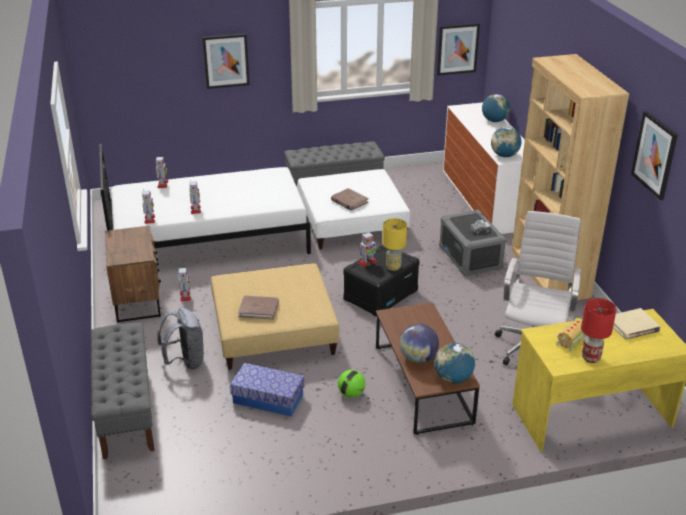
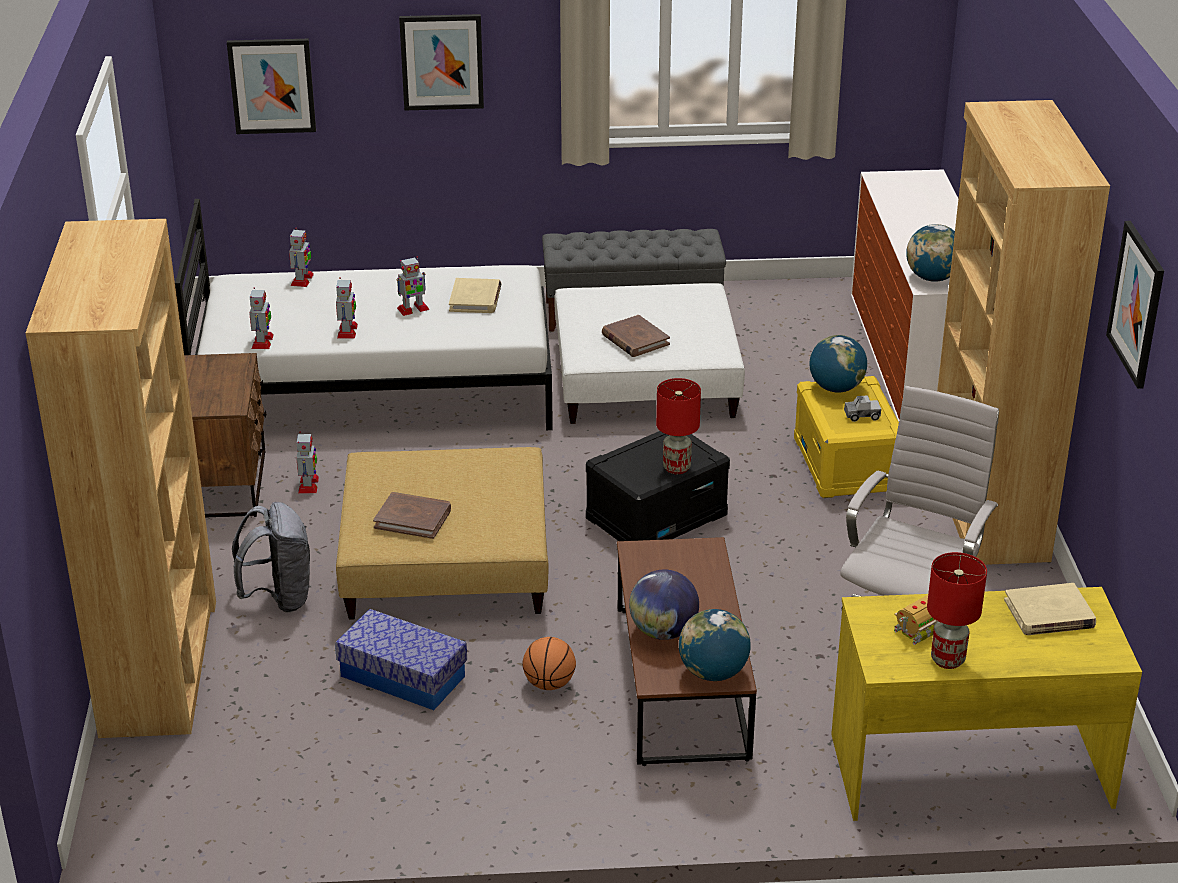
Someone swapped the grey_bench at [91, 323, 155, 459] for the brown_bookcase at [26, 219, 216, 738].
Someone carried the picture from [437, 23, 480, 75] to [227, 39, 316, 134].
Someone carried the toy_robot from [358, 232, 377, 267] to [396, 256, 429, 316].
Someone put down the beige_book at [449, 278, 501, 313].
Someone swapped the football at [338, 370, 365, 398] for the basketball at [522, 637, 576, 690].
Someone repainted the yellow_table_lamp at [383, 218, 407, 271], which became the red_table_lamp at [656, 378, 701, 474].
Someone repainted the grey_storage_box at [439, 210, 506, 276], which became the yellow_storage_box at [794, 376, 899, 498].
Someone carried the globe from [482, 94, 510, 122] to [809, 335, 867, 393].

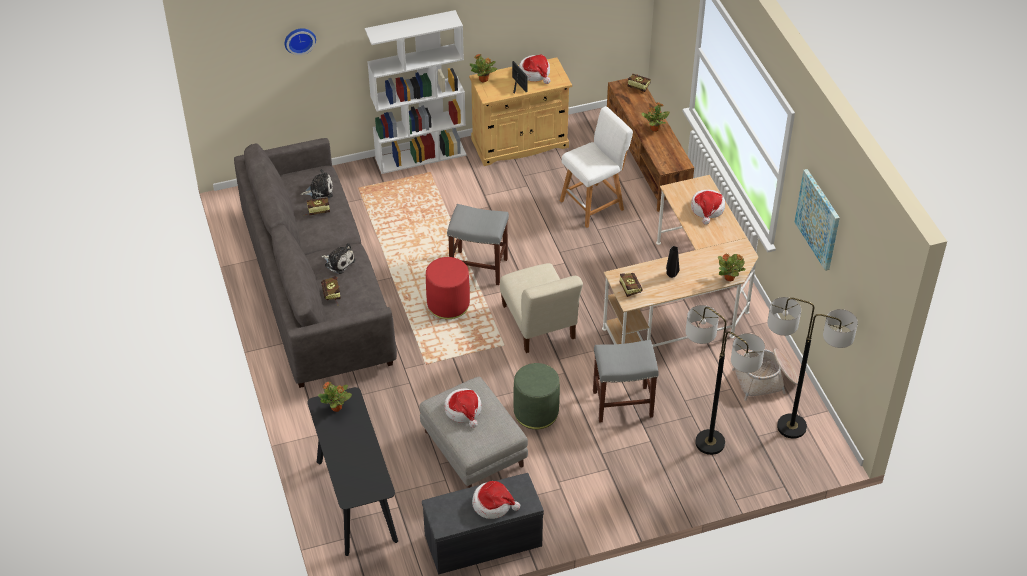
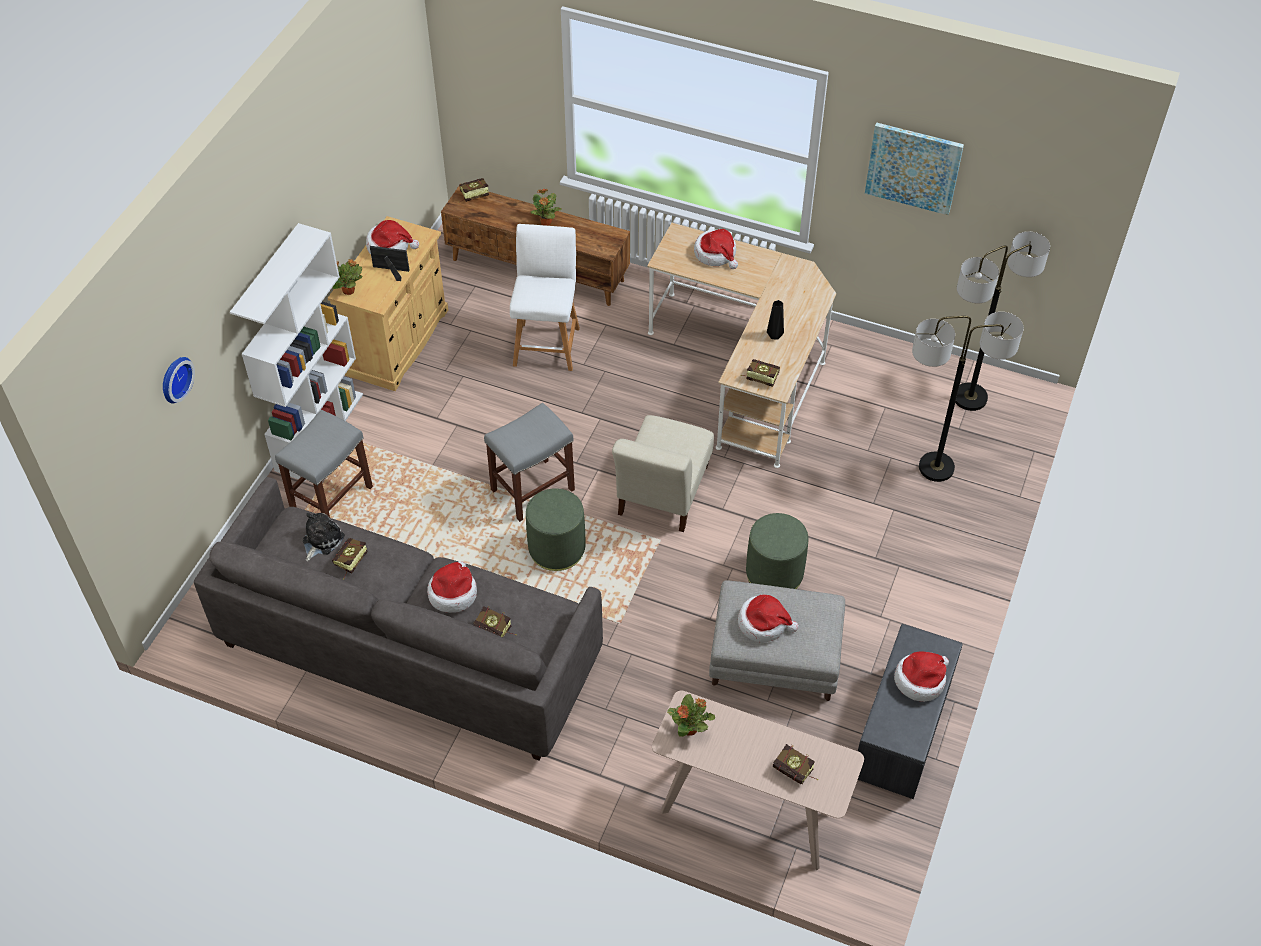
Someone carried the grey_stool from [593, 340, 659, 423] to [275, 410, 373, 518].
Someone swapped the plush_toy at [321, 243, 355, 274] for the hat at [427, 561, 477, 613].
Someone repainted the red_ottoman at [426, 257, 470, 319], which became the green_ottoman at [526, 488, 585, 571].
Someone rotated the beige_chair at [500, 263, 583, 353] by 90 degrees clockwise.
Someone repainted the black_console_table at [307, 387, 398, 556], which became the beige_console_table at [652, 691, 864, 870].
Someone put down the book at [773, 744, 818, 784].
Someone took away the potted_plant at [717, 253, 746, 281].
Someone took away the basket at [732, 348, 798, 401].

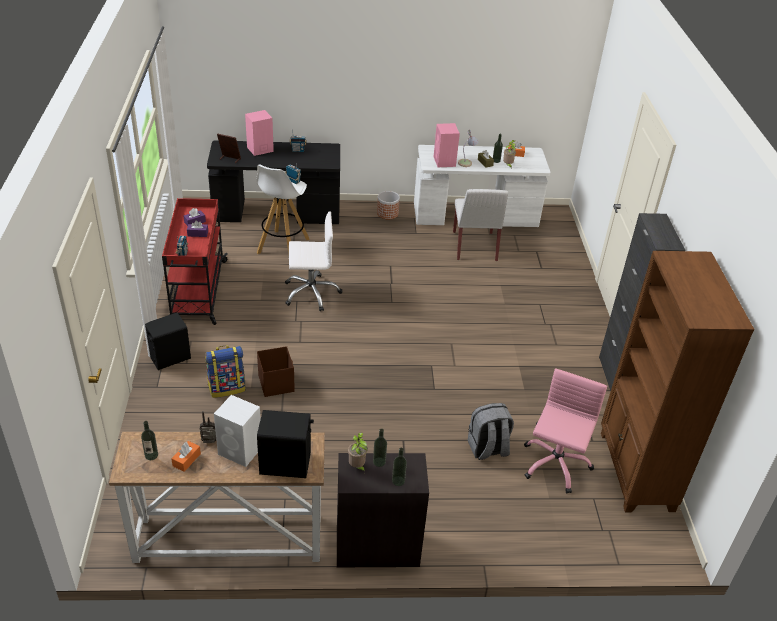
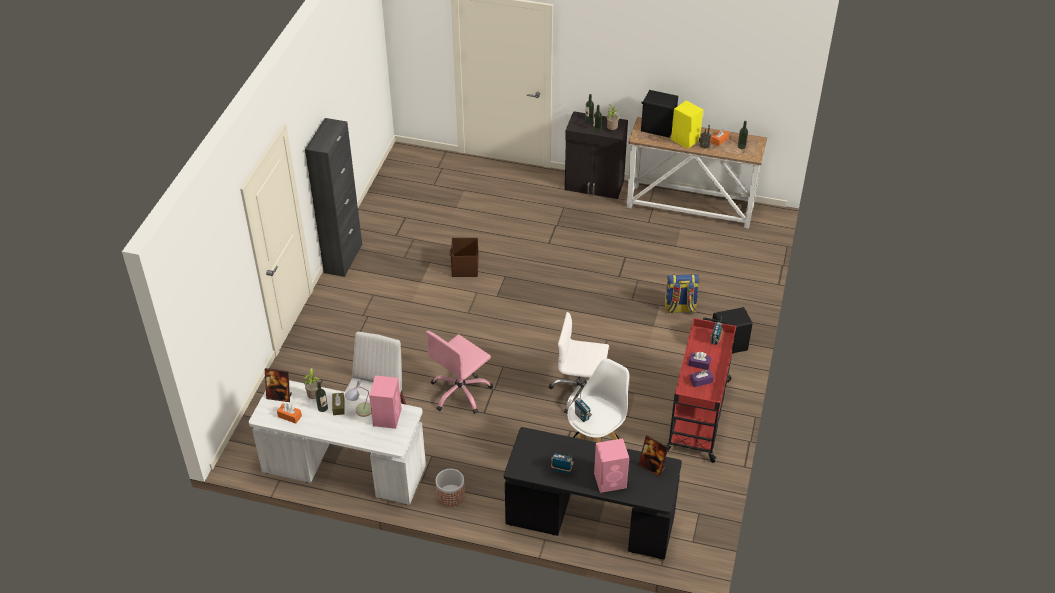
Someone put down the picture_frame at [265, 368, 292, 402].
Someone carried the pink_office_chair from [524, 368, 607, 493] to [426, 331, 493, 414].
Someone carried the brown_storage_box from [257, 346, 295, 397] to [450, 238, 478, 277].
Someone repainted the white_speaker at [214, 395, 261, 467], which became the yellow_speaker at [671, 101, 703, 149].
Someone took away the grey_backpack at [468, 403, 514, 460].
Someone took away the brown_bookcase at [601, 251, 755, 512].

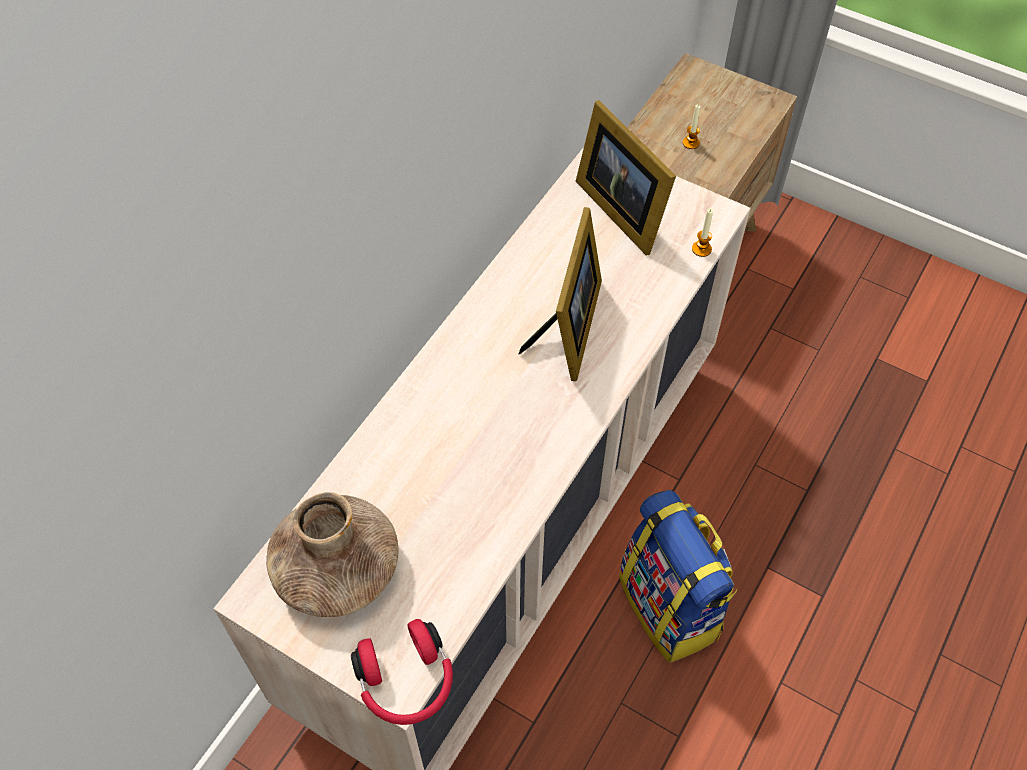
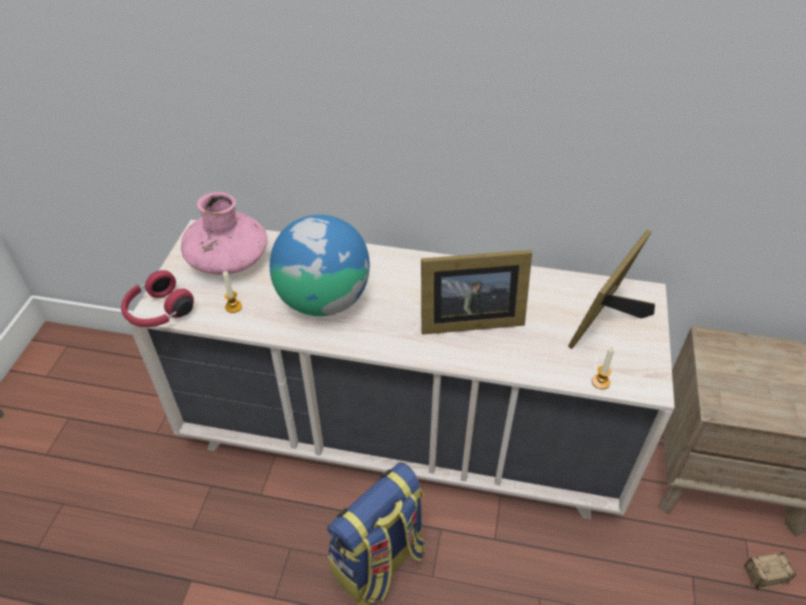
Someone repainted the brown_vase at [266, 492, 399, 617], which became the pink_vase at [181, 192, 268, 275].
Someone carried the candle from [683, 105, 700, 149] to [223, 271, 242, 313].
Someone put down the globe at [270, 215, 370, 316].
Someone put down the storage_box at [744, 551, 796, 590].

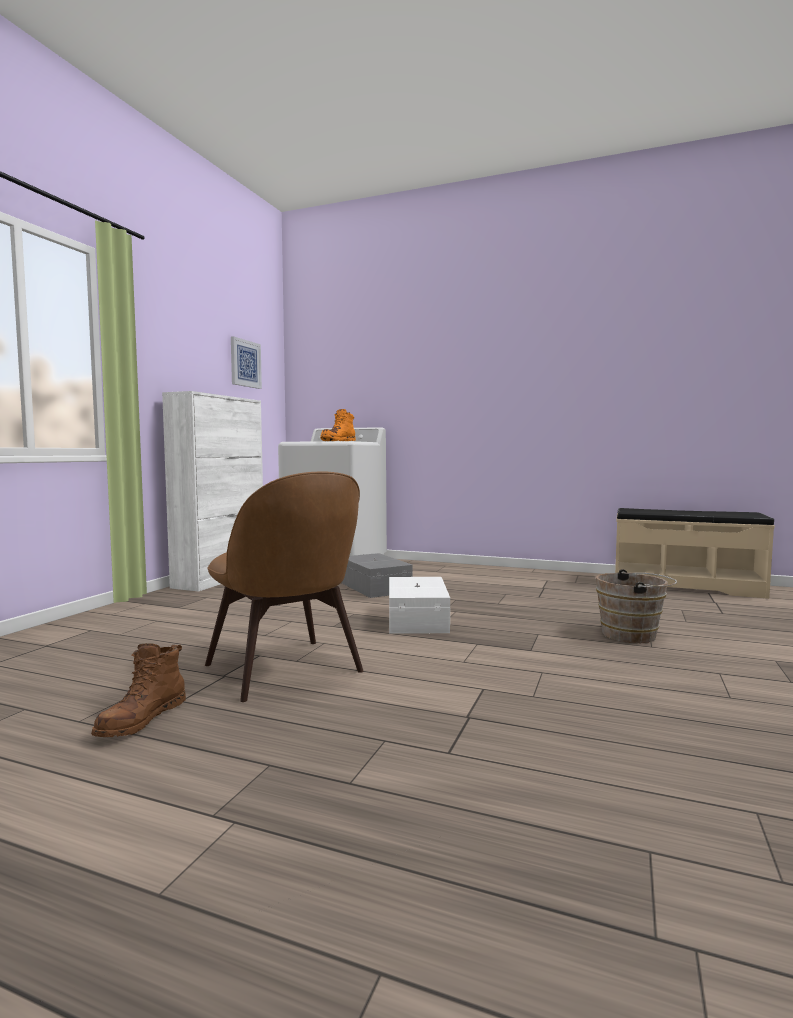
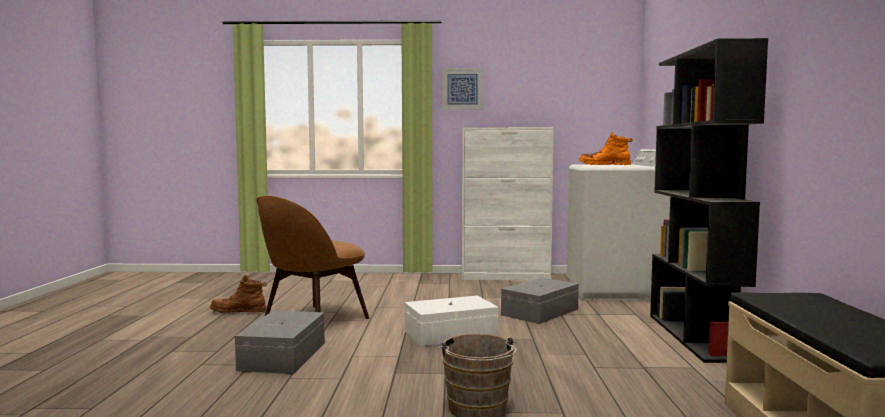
Someone put down the grey_storage_box at [235, 311, 325, 374].
Someone carried the picture from [231, 336, 262, 389] to [442, 68, 483, 110].
Someone put down the black_bookcase at [650, 38, 768, 363].

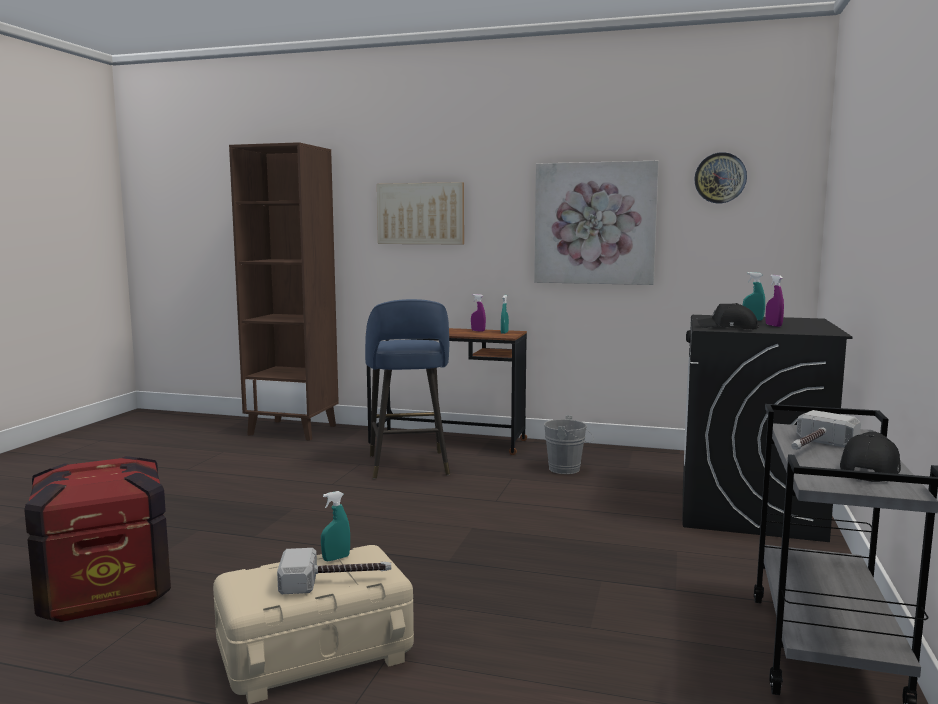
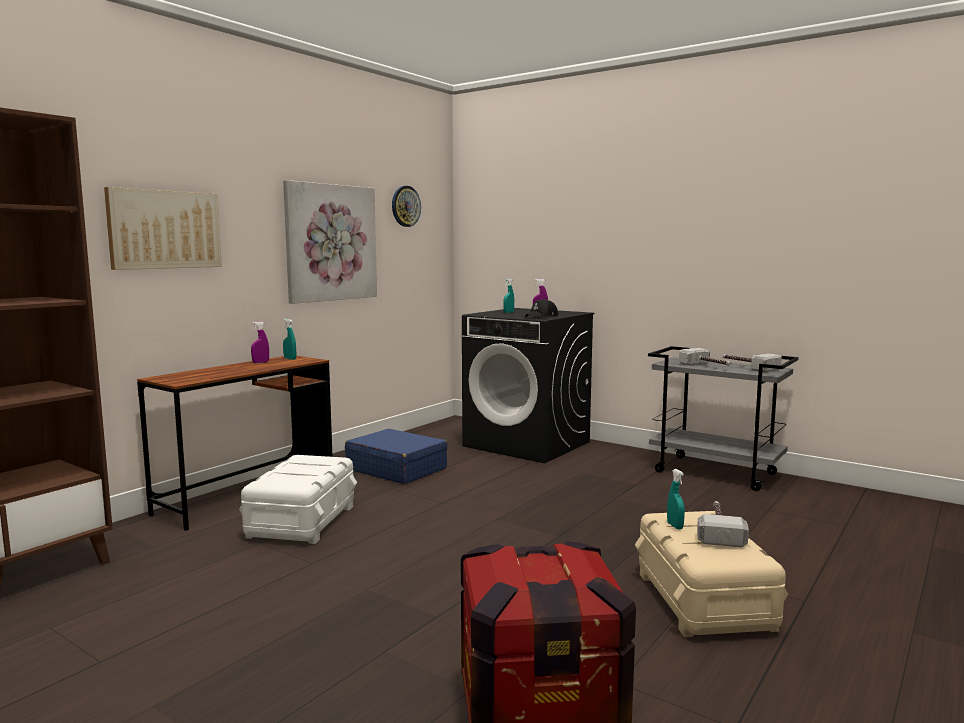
Someone swapped the blue_stool at [365, 299, 450, 479] for the white_storage_box at [239, 455, 357, 544].
Someone swapped the grey_bucket at [544, 415, 594, 474] for the blue_suitcase at [345, 429, 448, 484].
Someone swapped the black_cap at [840, 431, 901, 482] for the hammer at [723, 353, 782, 372].

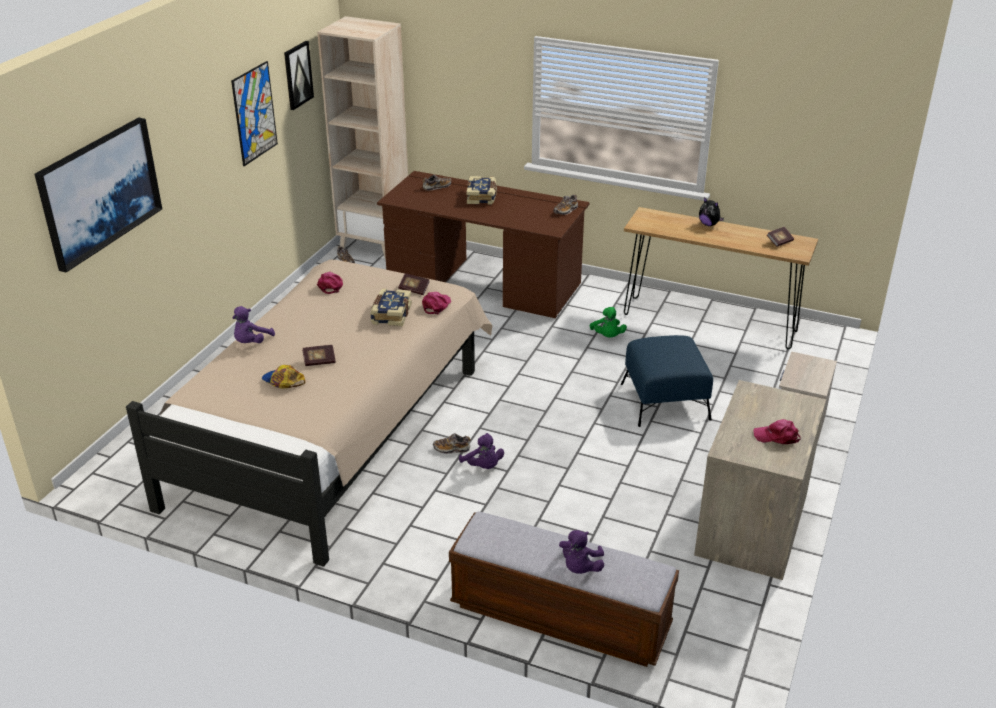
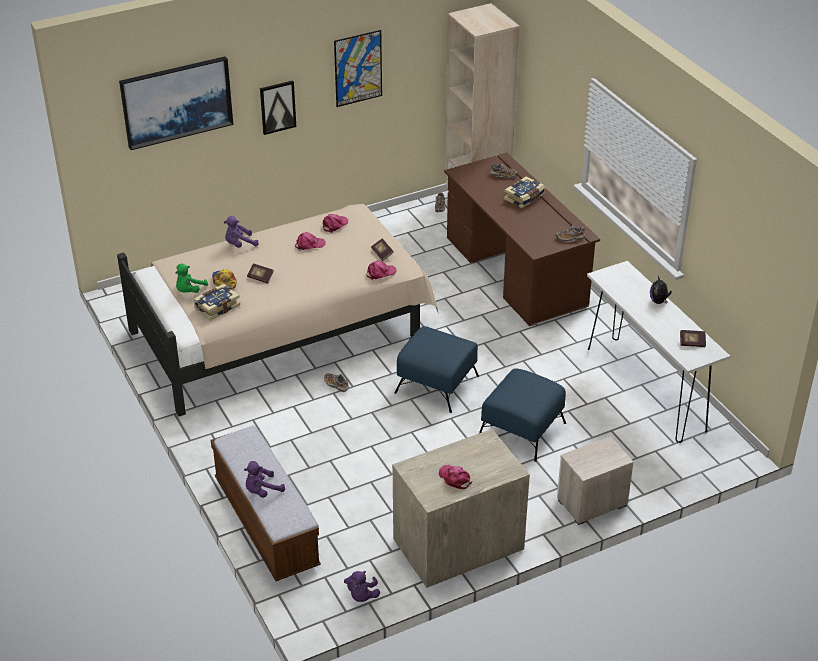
Someone carried the green_plush_toy from [590, 307, 627, 338] to [176, 264, 208, 293].
Someone carried the book from [370, 288, 412, 326] to [193, 284, 240, 321].
Someone carried the picture from [284, 41, 314, 110] to [260, 80, 296, 135].
Someone put down the pink_cap at [295, 232, 326, 250].
Someone carried the purple_plush_toy from [459, 433, 504, 469] to [344, 571, 380, 602].
Someone put down the blue_ottoman at [395, 326, 479, 413].
Someone repainted the brown_console_table at [624, 207, 818, 349], which became the white_console_table at [587, 261, 730, 443].

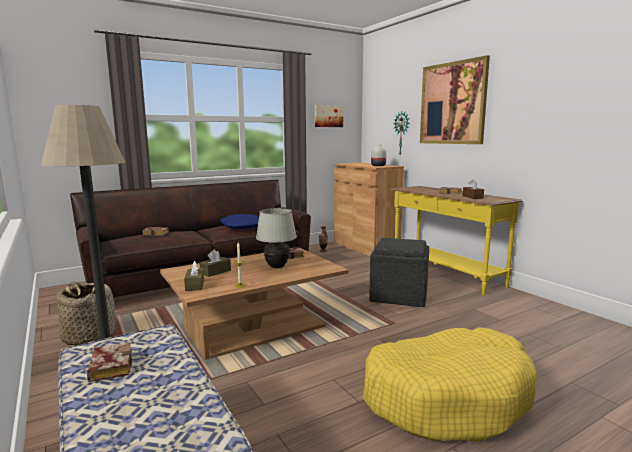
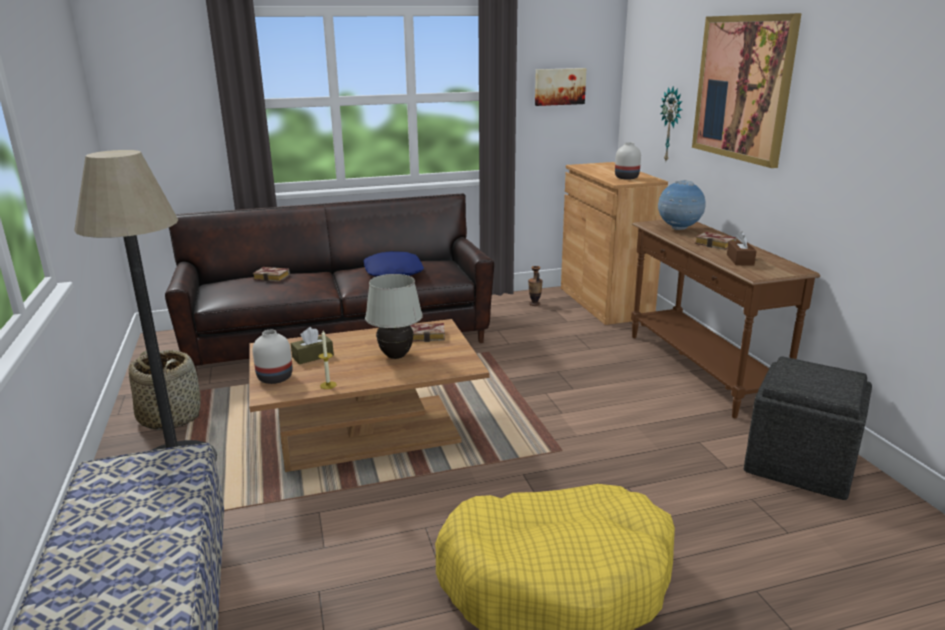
Someone swapped the brown_tissue_box at [184, 261, 204, 291] for the white_vase at [253, 330, 293, 384].
Someone repainted the yellow_console_table at [391, 186, 523, 295], which became the brown_console_table at [631, 220, 820, 419].
Someone put down the globe at [658, 180, 706, 230].
Someone carried the grey_ottoman from [369, 238, 429, 307] to [744, 356, 872, 500].
Someone took away the book at [87, 342, 132, 382].

